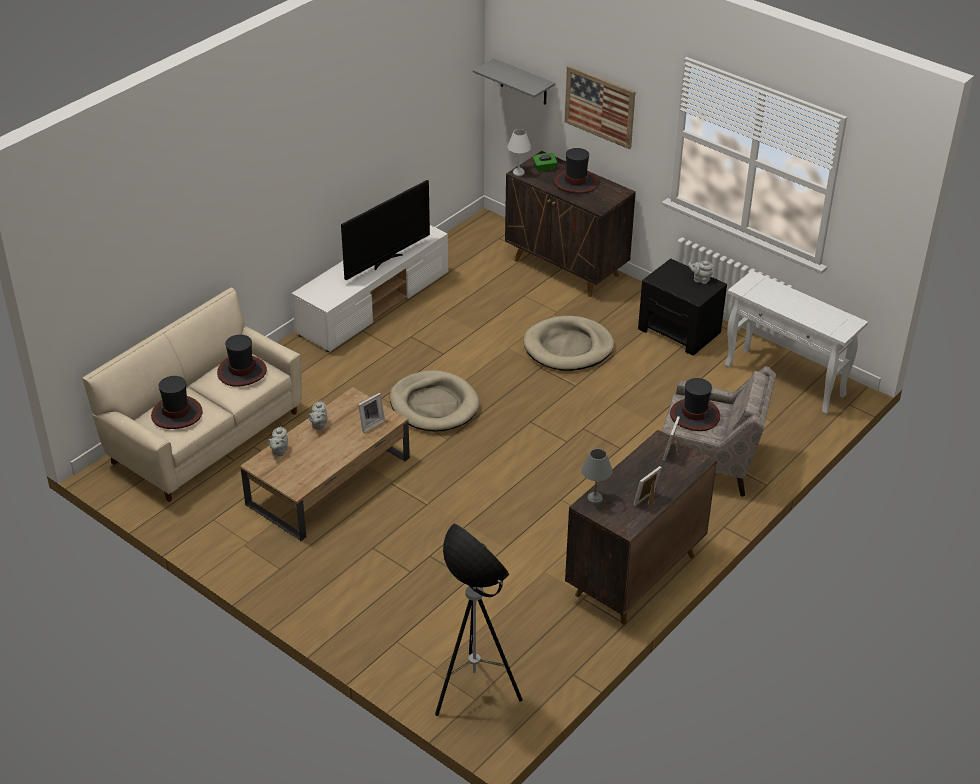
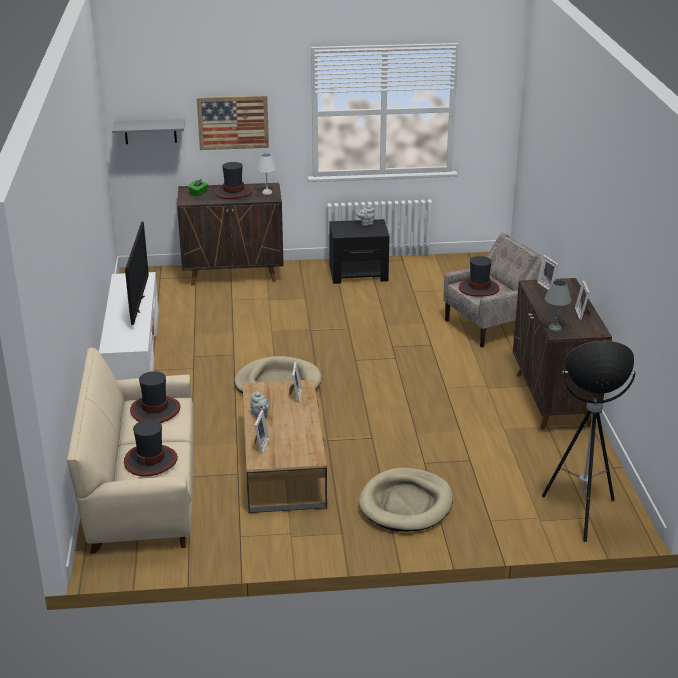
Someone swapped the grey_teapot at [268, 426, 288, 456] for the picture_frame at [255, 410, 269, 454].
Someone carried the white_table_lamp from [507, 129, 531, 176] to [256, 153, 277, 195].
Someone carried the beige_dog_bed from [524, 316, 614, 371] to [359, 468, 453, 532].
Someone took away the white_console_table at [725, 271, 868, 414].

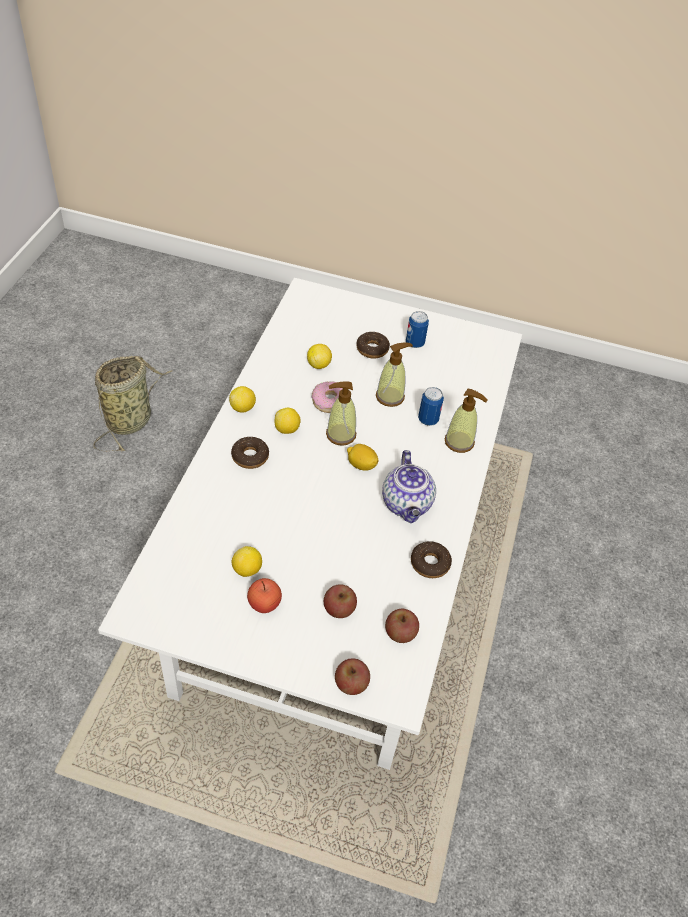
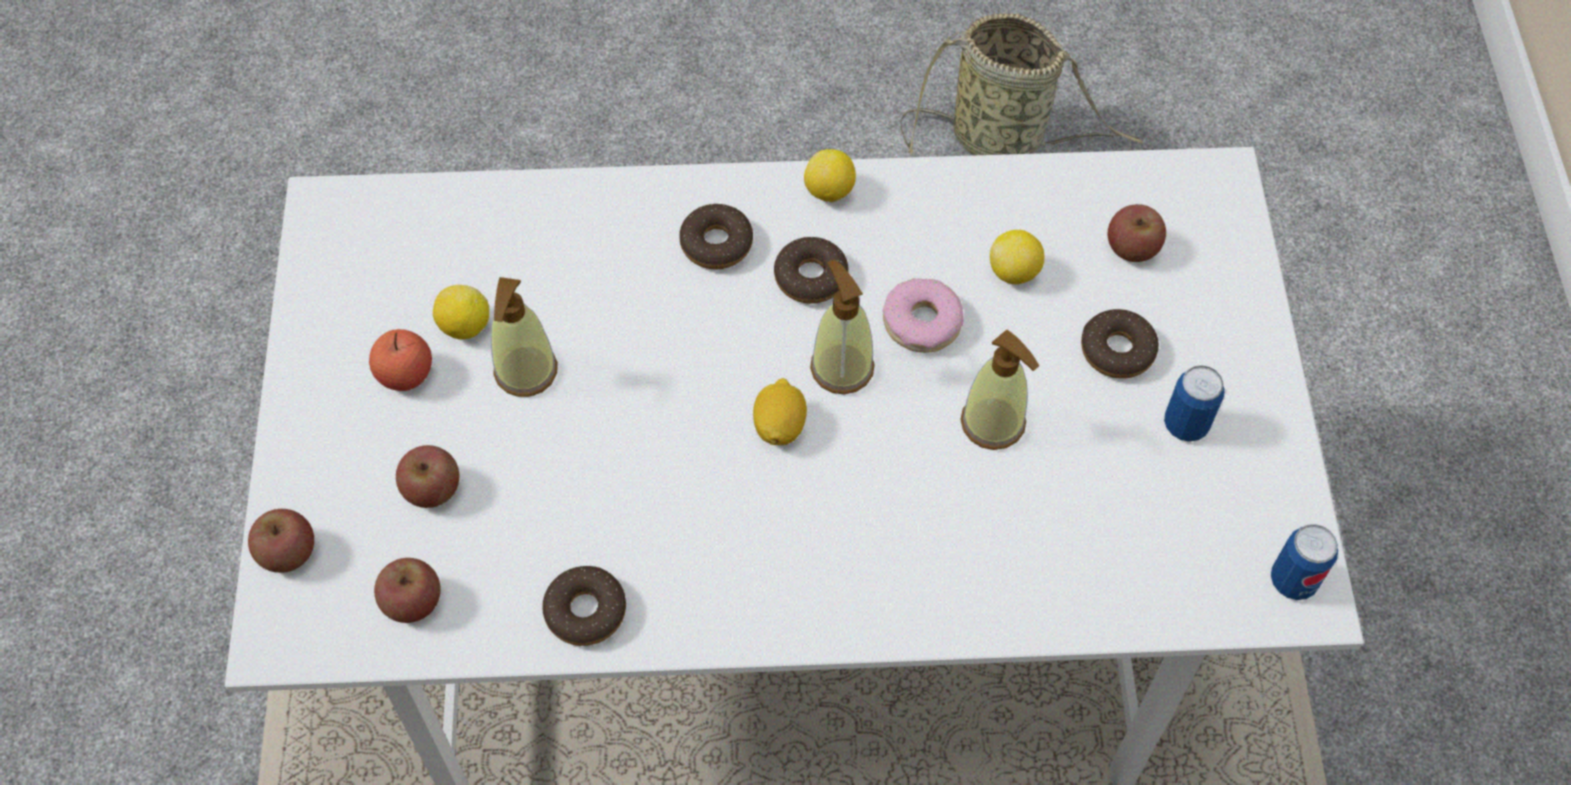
Someone carried the soap_dispenser from [445, 389, 487, 453] to [491, 277, 558, 397].
Someone swapped the lemon at [275, 408, 301, 434] for the donut at [774, 237, 849, 304].
Someone put down the apple at [1108, 204, 1166, 262].
Someone carried the can from [418, 387, 444, 426] to [1271, 524, 1338, 600].
Someone took away the teapot at [382, 450, 436, 523].

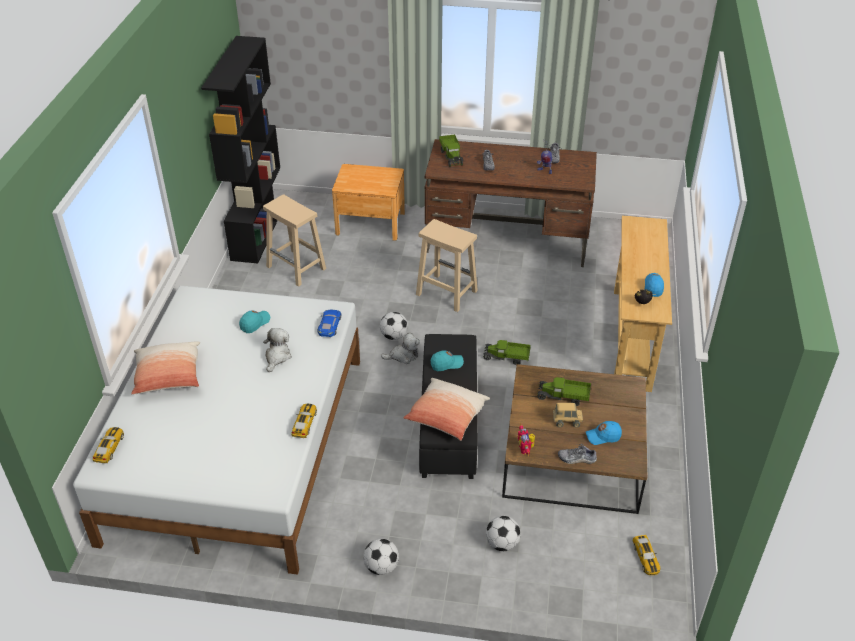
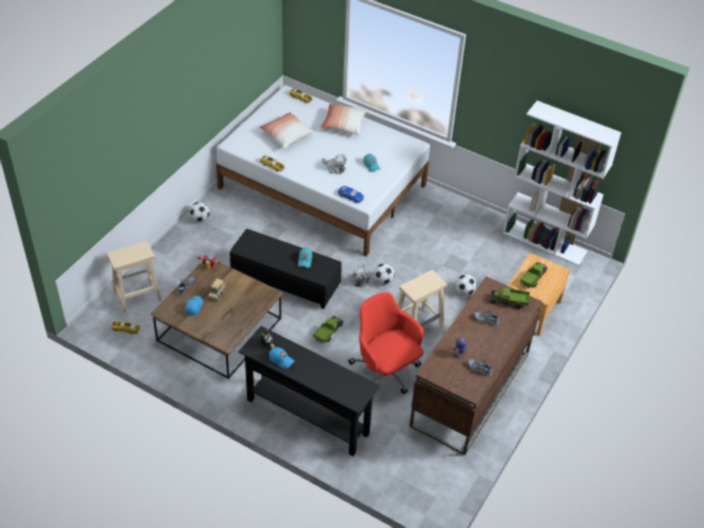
Someone carried the beige_stool from [263, 194, 326, 287] to [107, 241, 162, 313].
Someone repainted the beige_console_table at [614, 215, 672, 392], which became the black_console_table at [238, 326, 380, 456].
Someone carried the pillow from [403, 378, 490, 441] to [259, 112, 315, 149].
Someone put down the red_office_chair at [348, 292, 424, 394].
Someone carried the football from [486, 516, 521, 551] to [455, 274, 477, 296].
Someone repainted the black_bookcase at [201, 36, 280, 263], which became the white_bookcase at [503, 101, 622, 266].
Someone carried the toy_truck from [537, 377, 591, 406] to [520, 262, 548, 288].

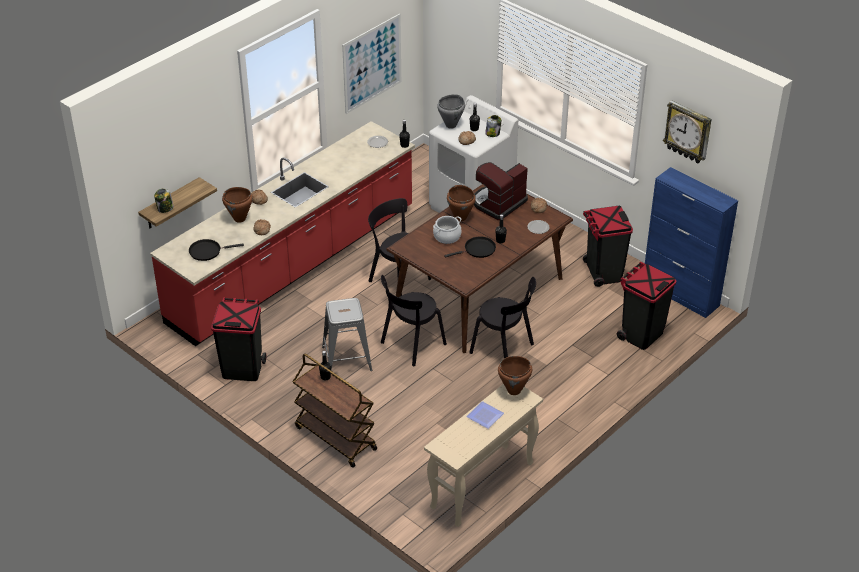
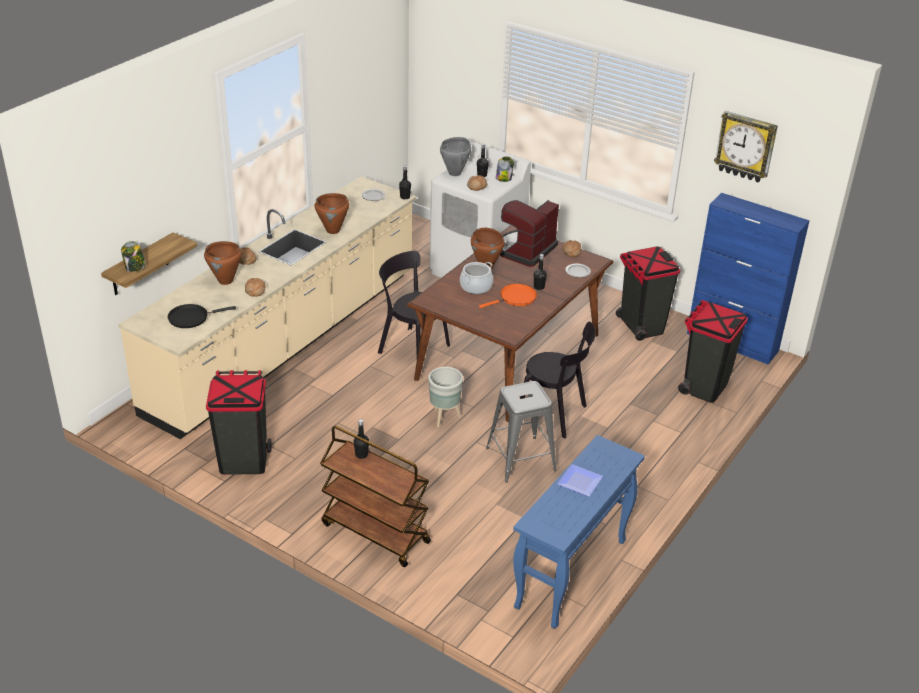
Someone repainted the red_counter at [150, 121, 415, 346], which became the beige_counter at [118, 176, 417, 439].
Someone carried the brown_cooking_pot from [498, 356, 532, 395] to [315, 193, 349, 234].
Someone swapped the black_chair at [381, 275, 447, 367] for the grey_planter at [428, 367, 463, 427].
Someone repainted the black_frying_pan at [444, 236, 496, 258], which became the orange_frying_pan at [479, 284, 537, 308].
Someone carried the grey_stool from [322, 298, 372, 371] to [486, 381, 556, 482].
Someone repainted the beige_console_table at [424, 384, 543, 527], which became the blue_console_table at [513, 435, 645, 629].
Someone took away the picture at [342, 14, 401, 114].

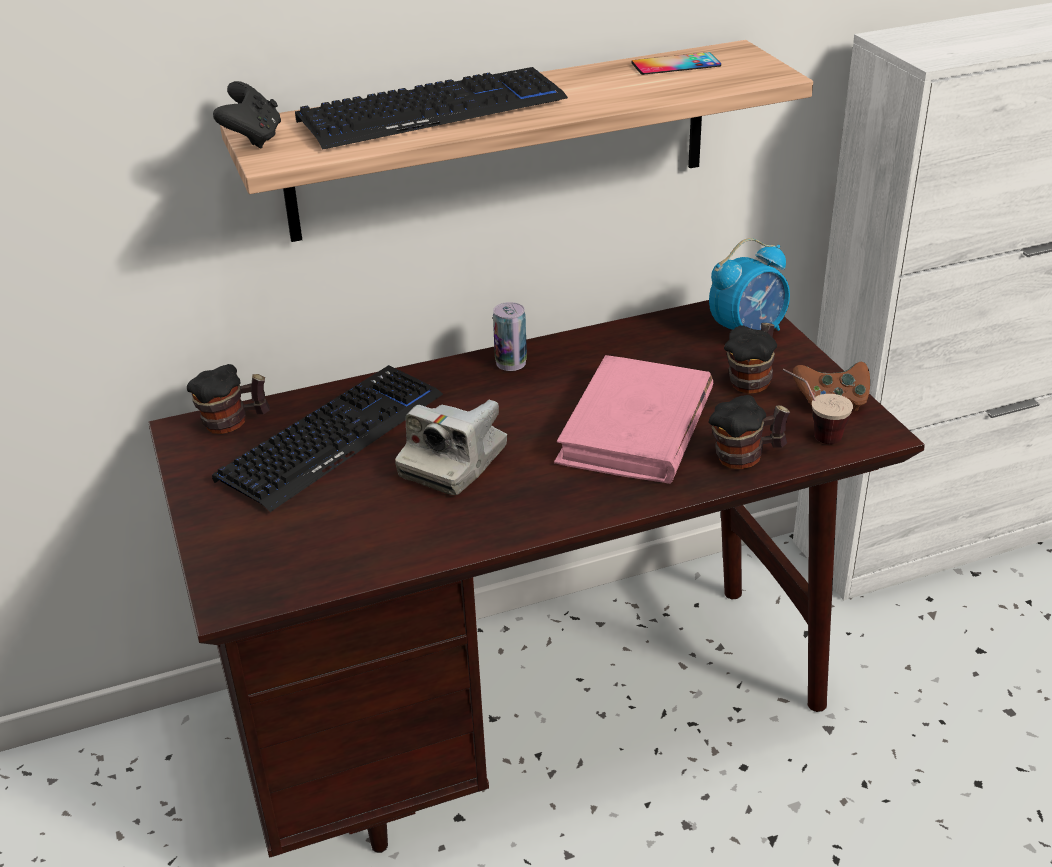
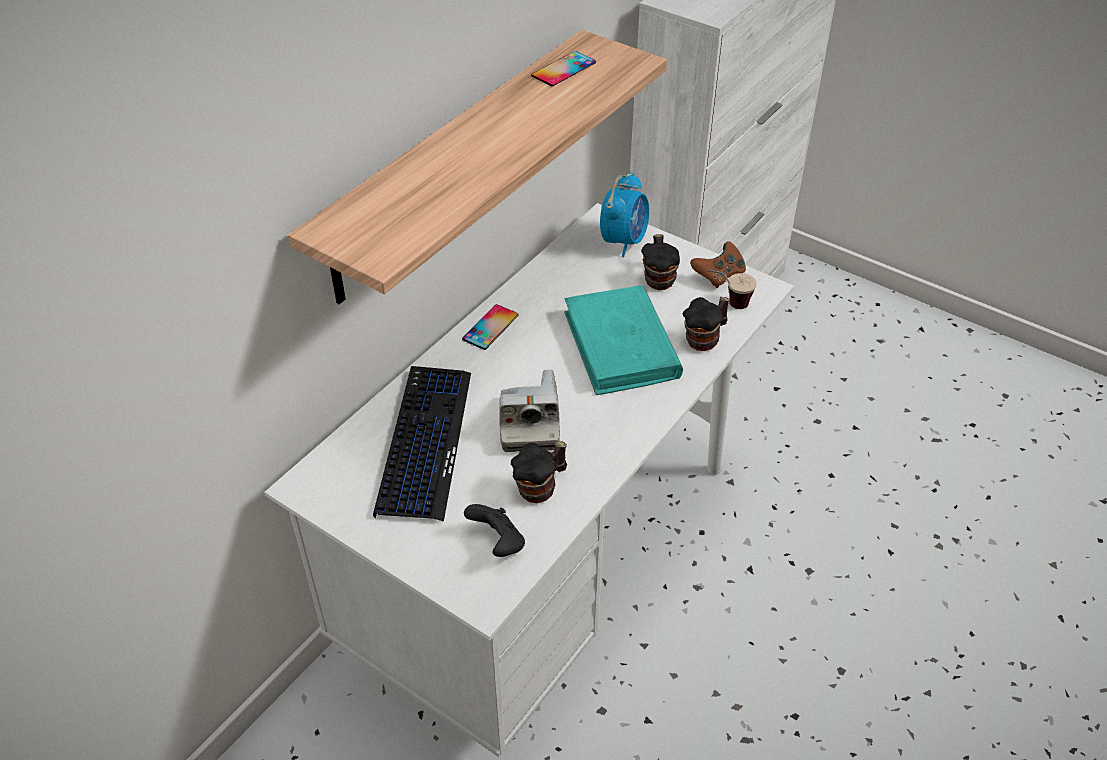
Someone repainted the brown_desk at [148, 300, 925, 858], which became the white_desk at [264, 203, 794, 757].
Someone swapped the can at [493, 302, 527, 371] for the phone at [462, 304, 518, 350].
Someone carried the black_game_controller from [213, 81, 281, 149] to [464, 504, 525, 557].
Someone carried the mug from [187, 364, 270, 434] to [511, 441, 567, 503].
Someone repainted the pink_book at [554, 355, 713, 484], which became the turquoise_book at [564, 285, 683, 395].
Someone took away the keyboard at [295, 67, 568, 150].

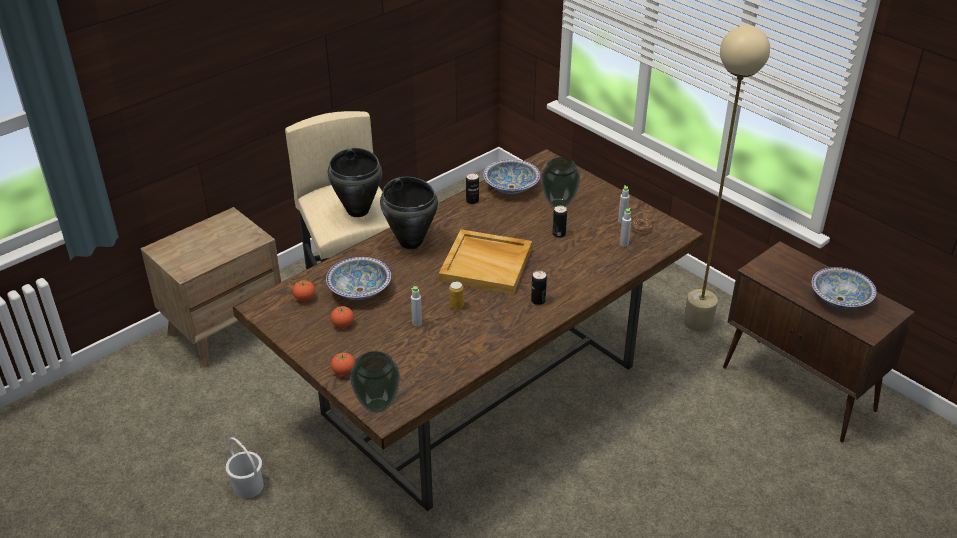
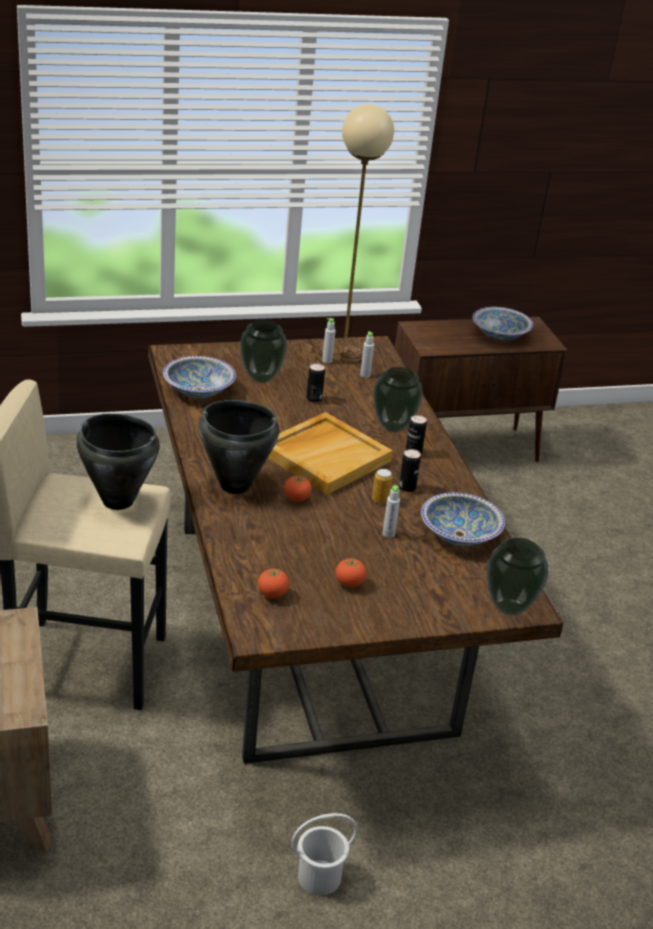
Someone carried the tomato from [331, 353, 355, 376] to [284, 475, 312, 502].
Someone put down the vase at [373, 367, 423, 432].
Someone carried the can from [466, 173, 479, 204] to [399, 449, 421, 492].
Someone carried the bowl from [326, 257, 391, 300] to [421, 493, 505, 546].

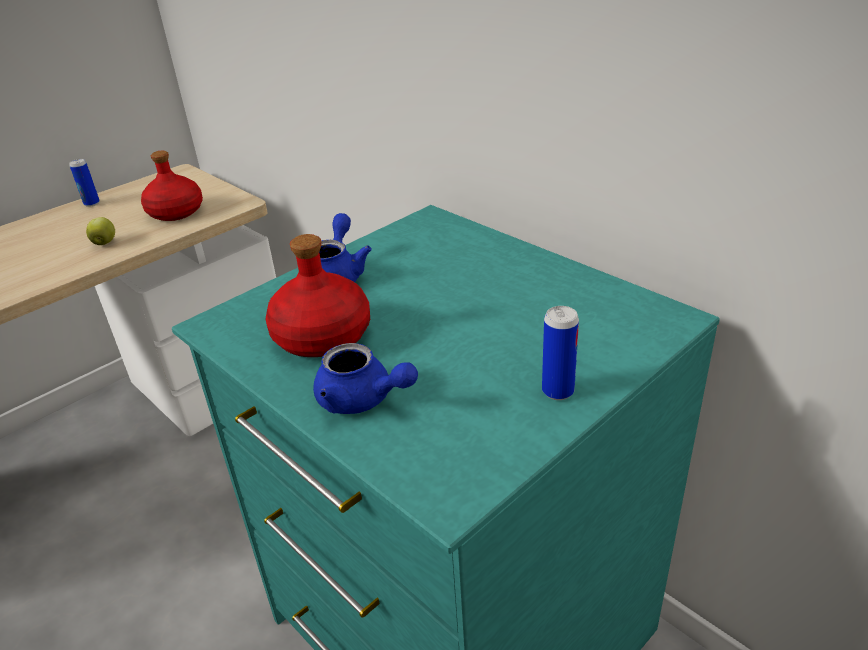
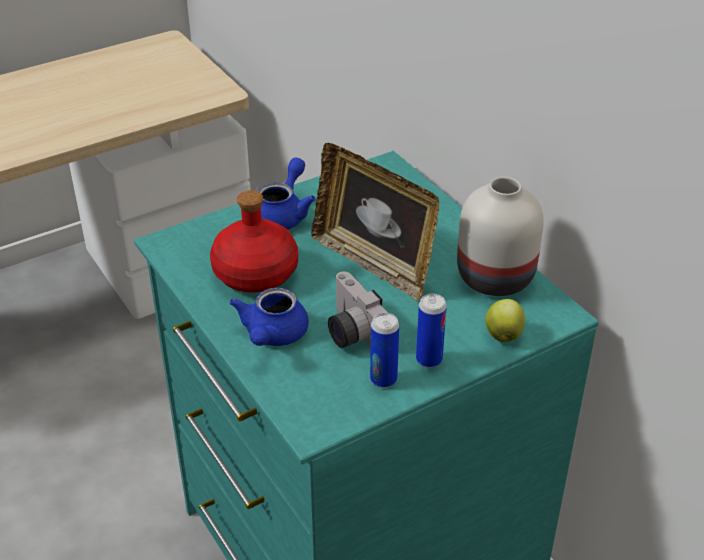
Someone rotated the blue_teapot at [313, 343, 418, 414] by 60 degrees clockwise.
Someone put down the picture_frame at [311, 143, 439, 301].
Someone put down the photo_camera at [328, 272, 389, 348].
Someone carried the can from [69, 159, 100, 207] to [370, 313, 399, 388].
Someone put down the white_vase at [457, 177, 544, 296].
Someone carried the apple from [86, 217, 115, 245] to [485, 299, 525, 342].
Someone took away the red_bottle at [141, 151, 203, 221].

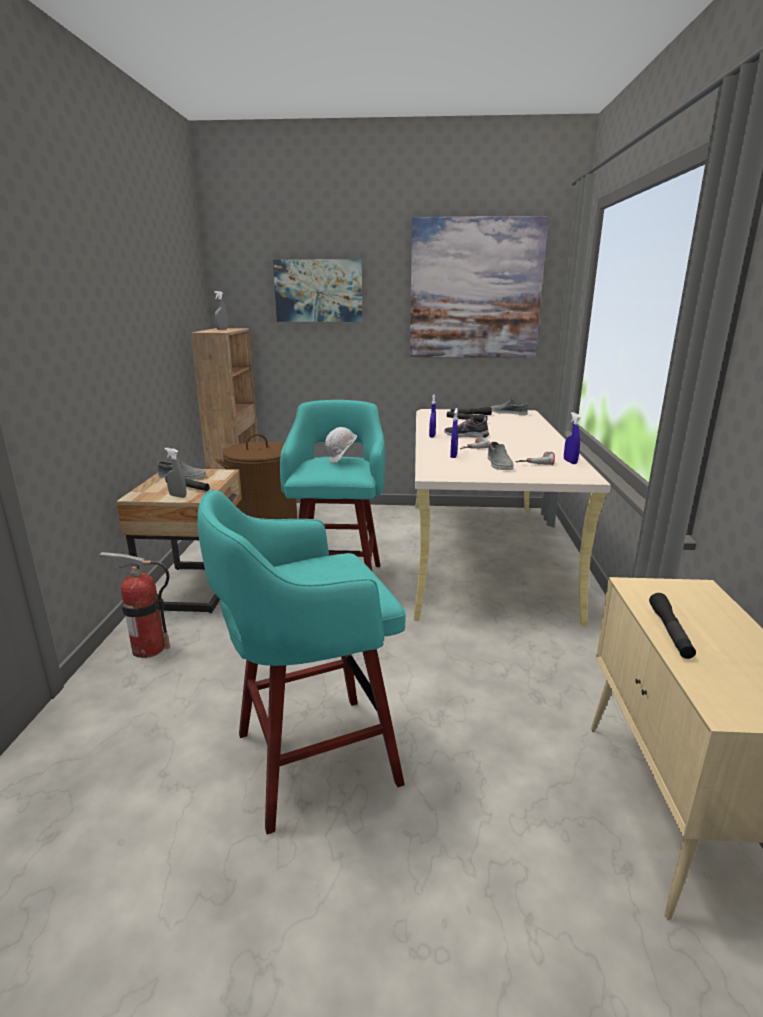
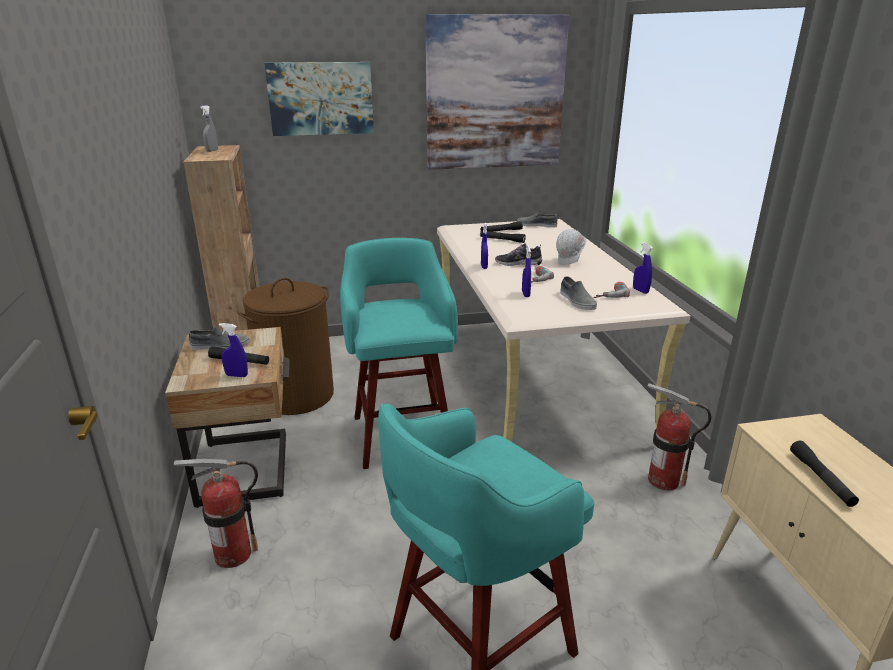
Someone repainted the grey_spray_bottle at [165, 448, 186, 498], which became the blue_spray_bottle at [219, 323, 248, 377].
Someone carried the white_hard_hat from [325, 427, 357, 463] to [556, 229, 586, 265].
Someone put down the fire_extinguisher at [647, 383, 712, 490].

